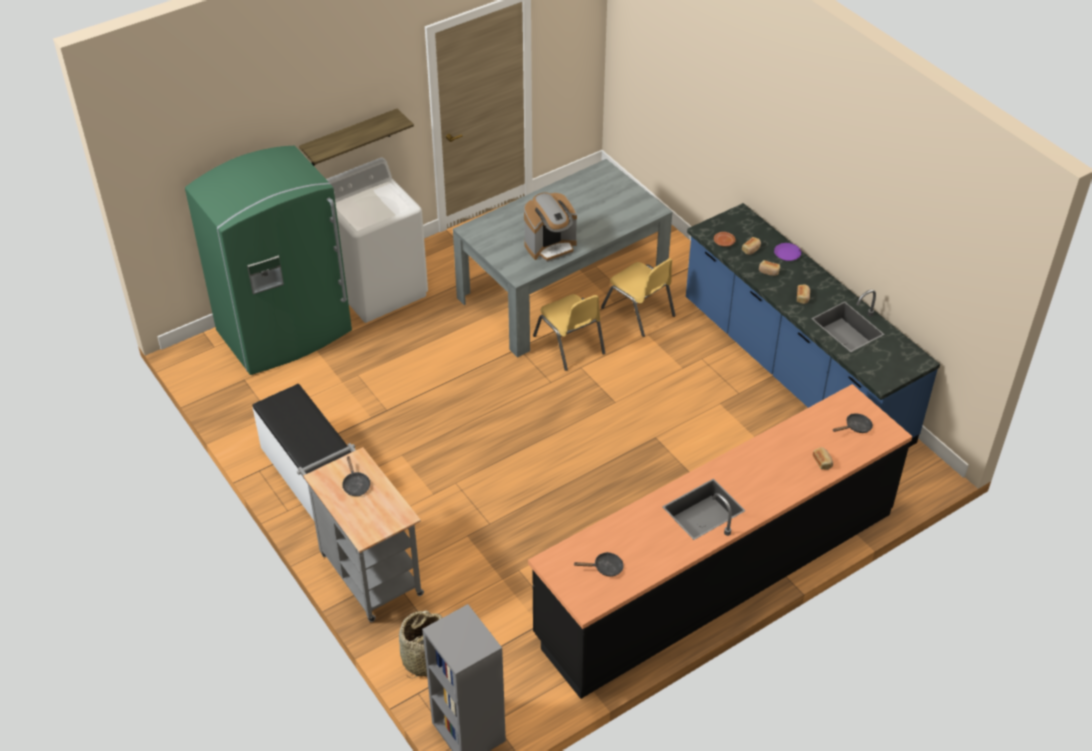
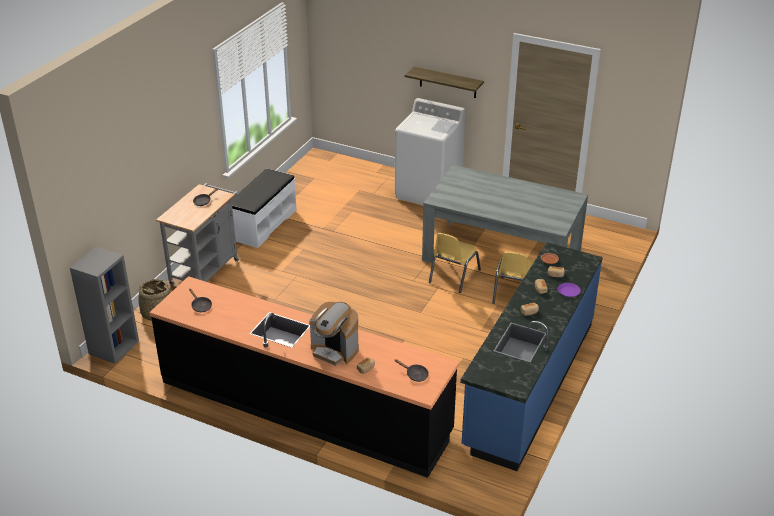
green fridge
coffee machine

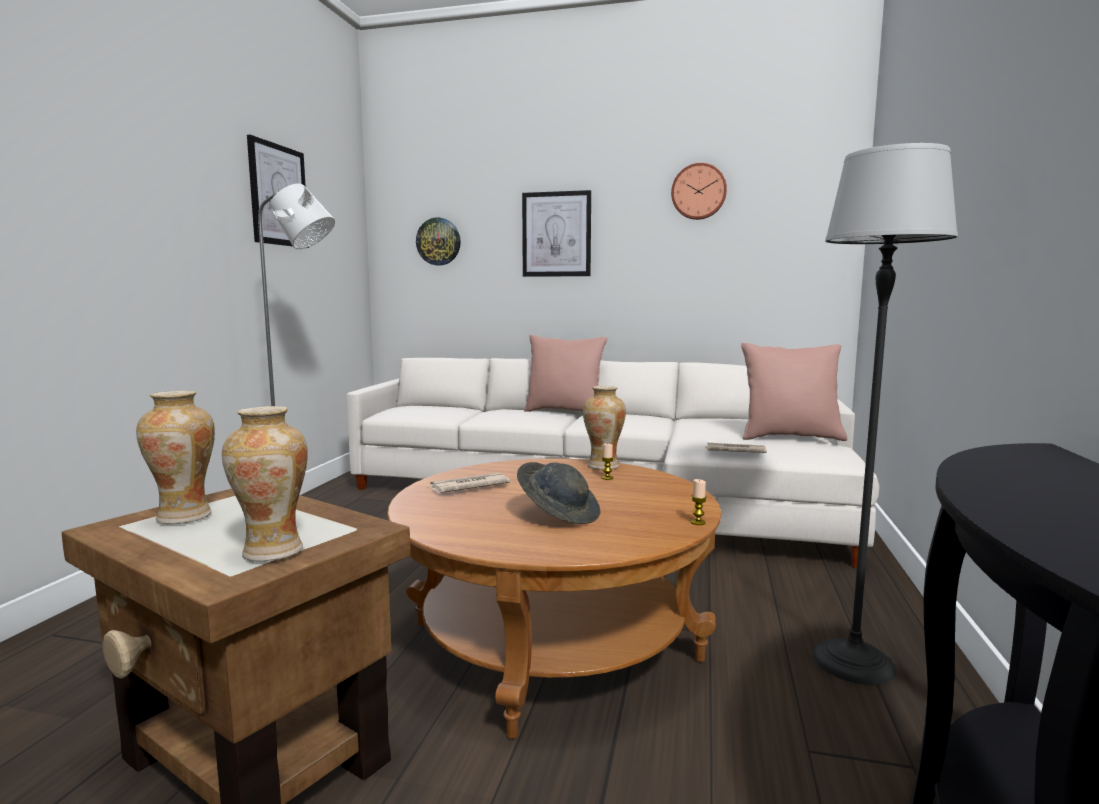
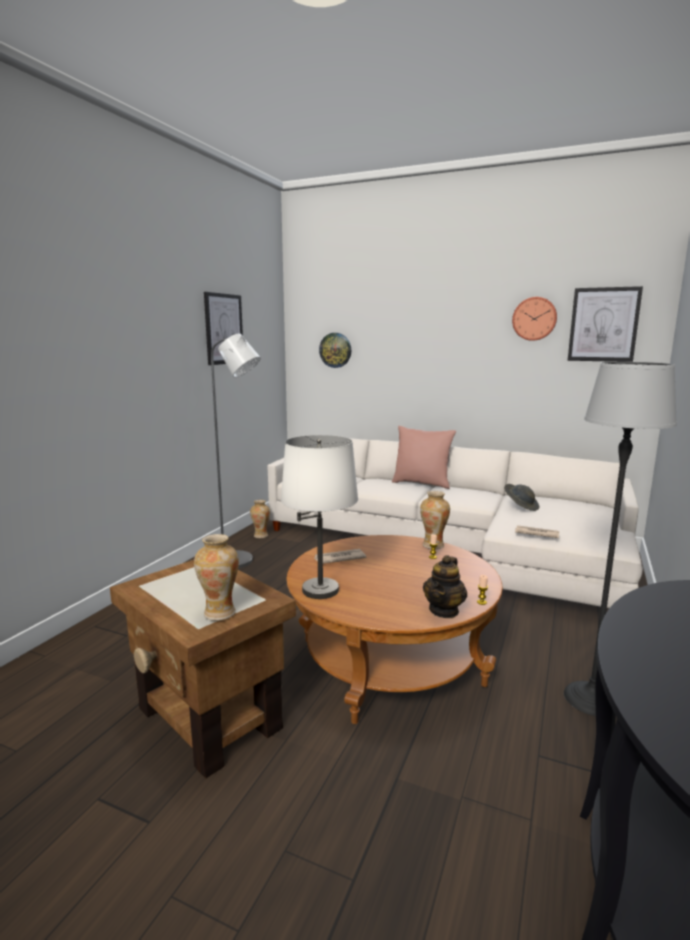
vase (2nd from left)
grey hat
picture (2nd from left)
pink pillow (2nd from left in the first image)
white table lamp
teapot

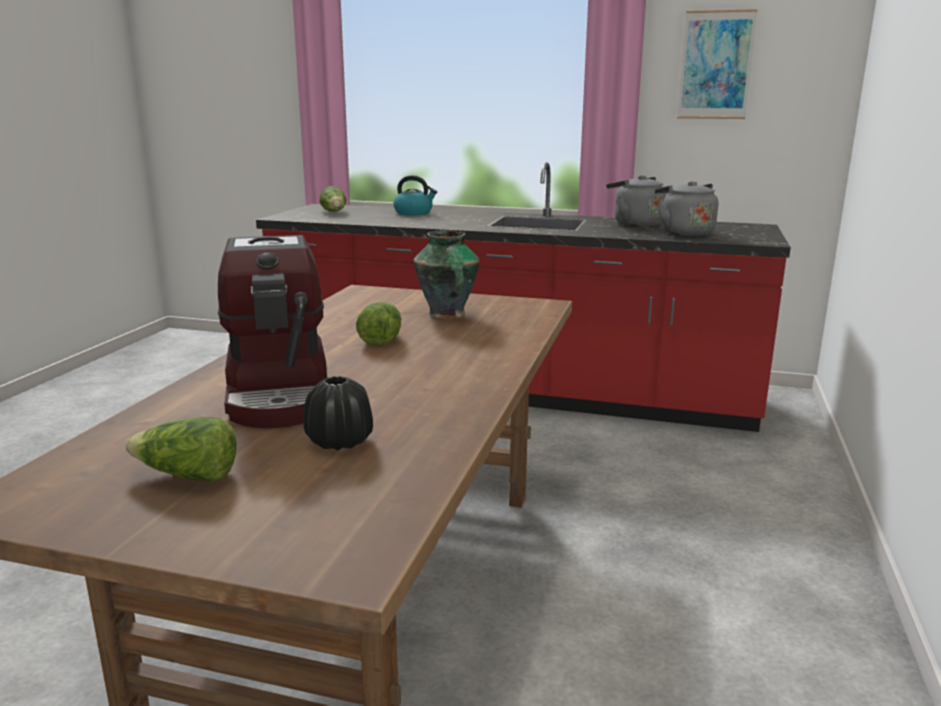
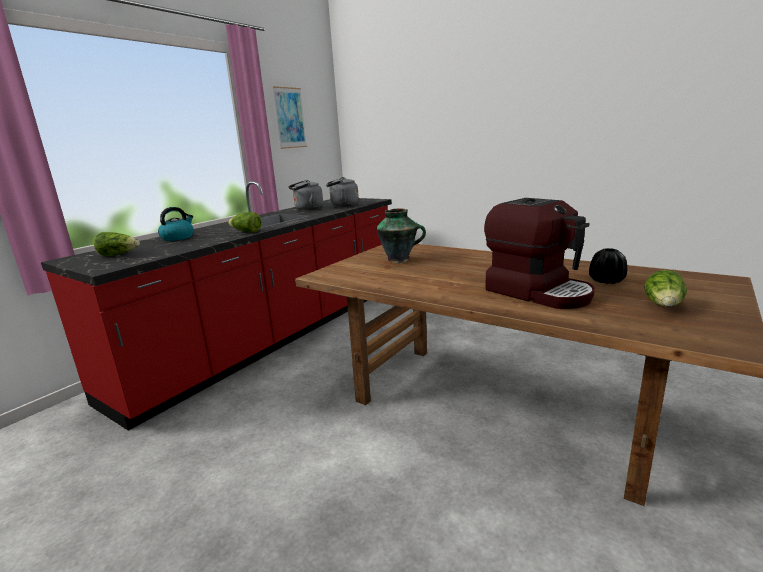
coffee machine
lettuce (2nd from left)

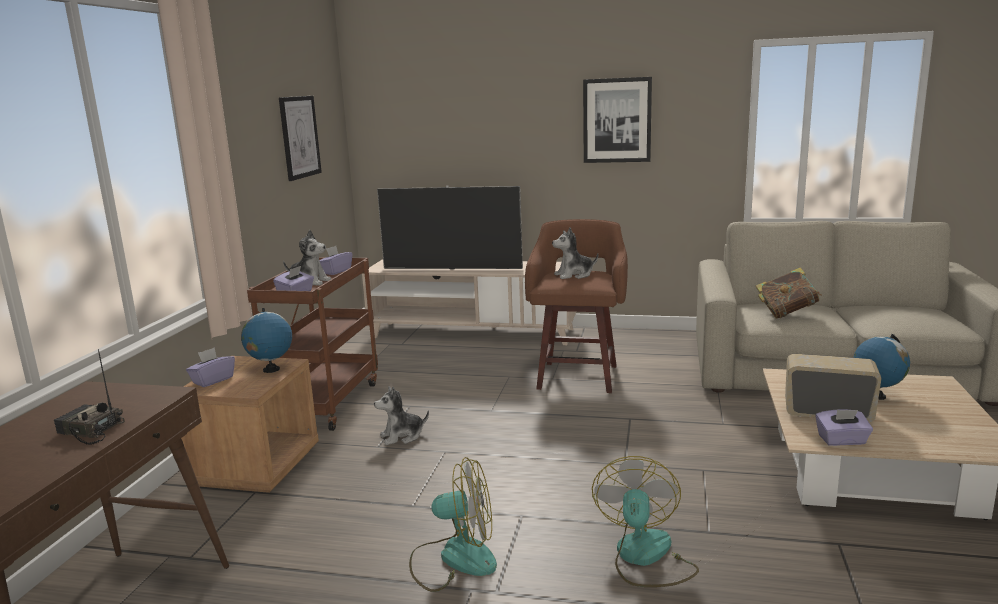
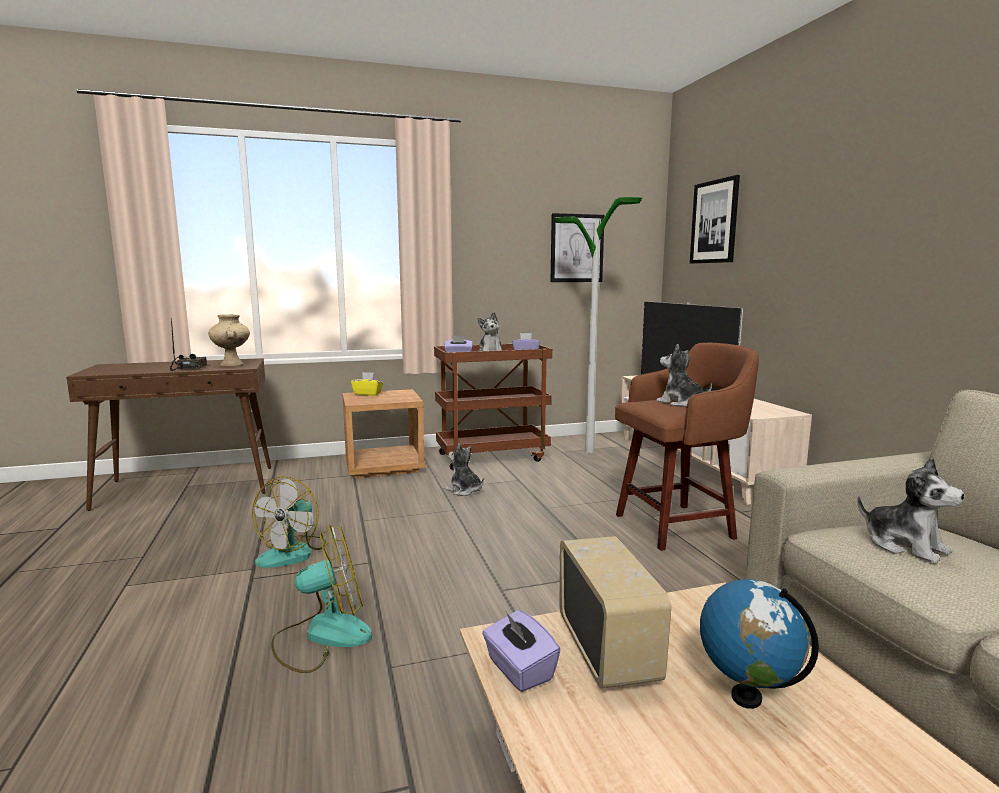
yellow tissue box
globe (1st from left in the first image)
fan (1st from left)
picture (2nd from left)
plush toy (4th from left)
beige vase
floor lamp

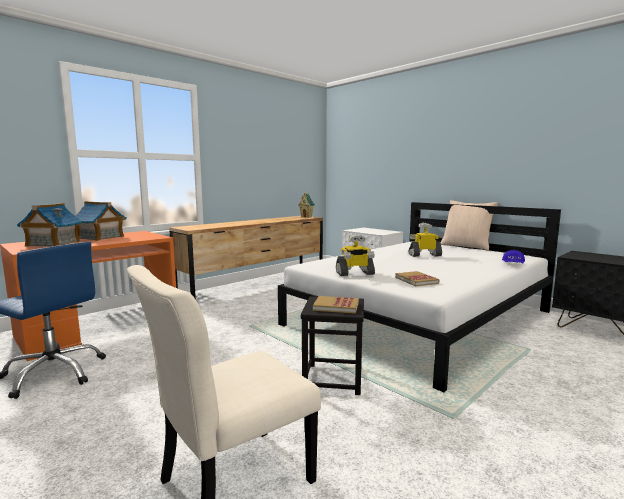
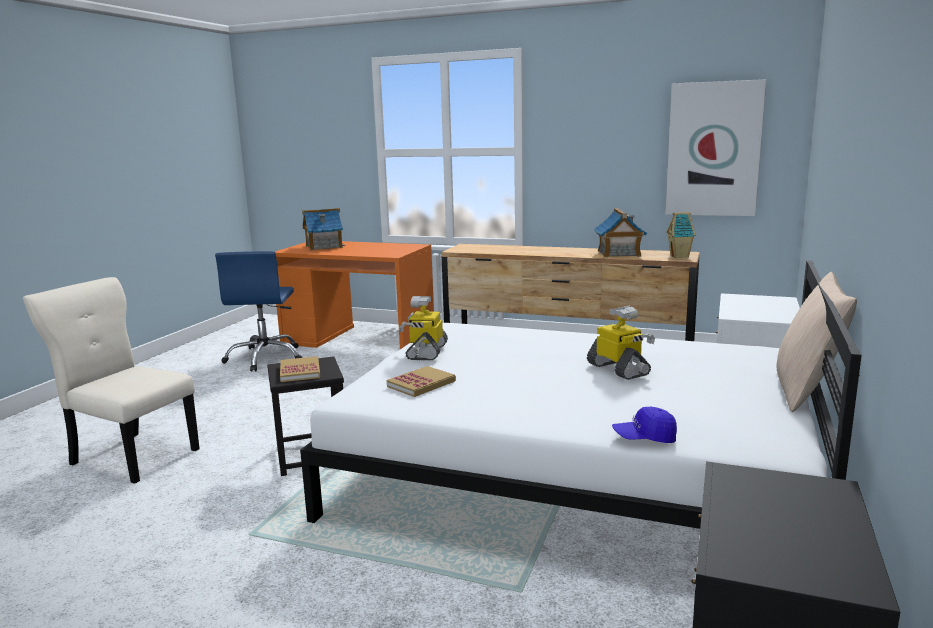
toy house (2nd from left)
toy robot (1st from left)
picture

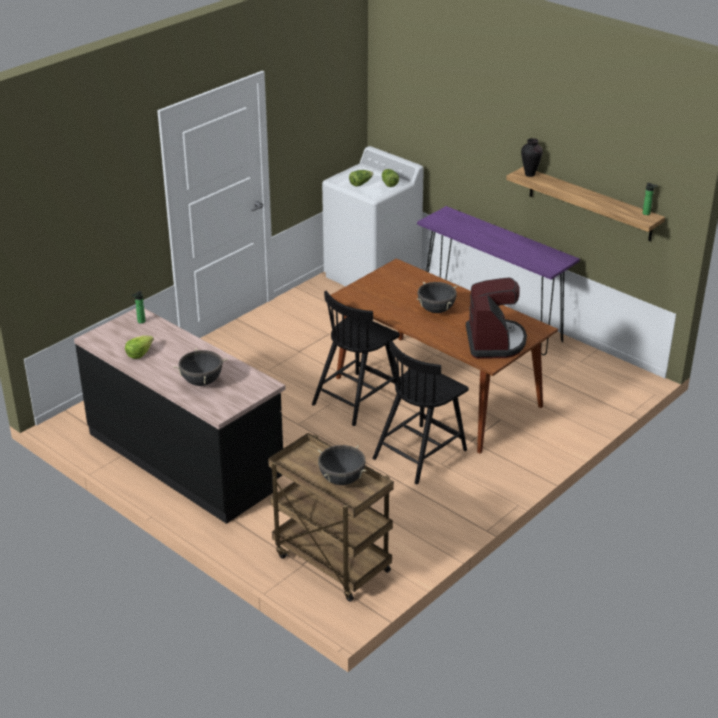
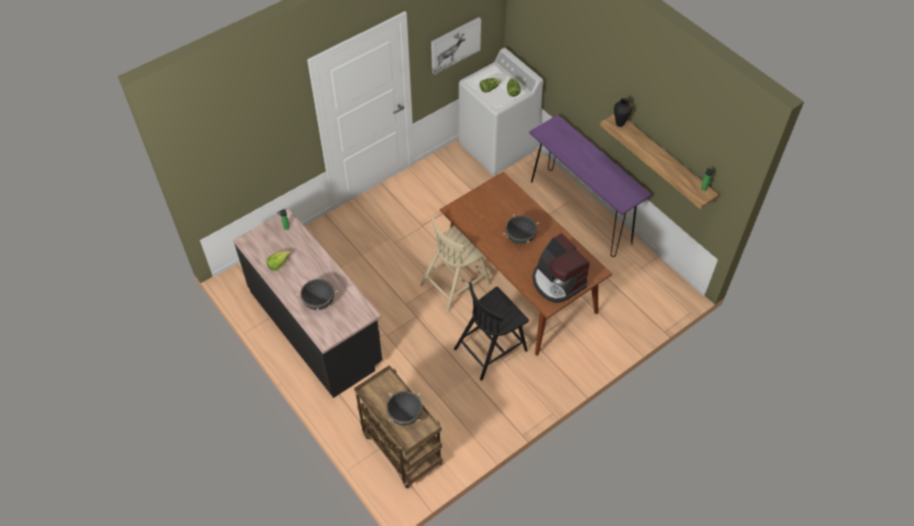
beige chair
coffee machine
picture

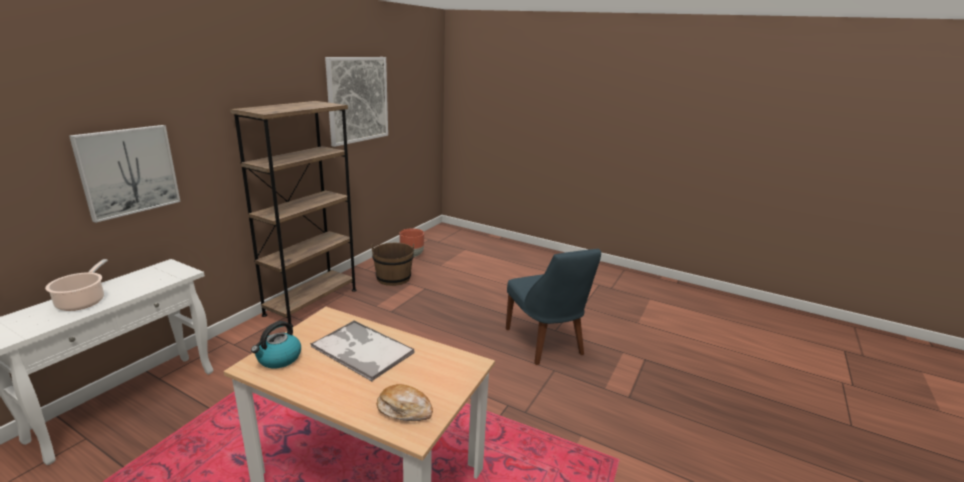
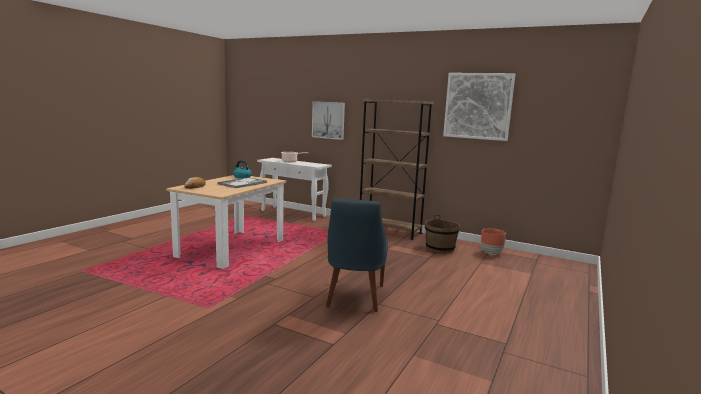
blue chair

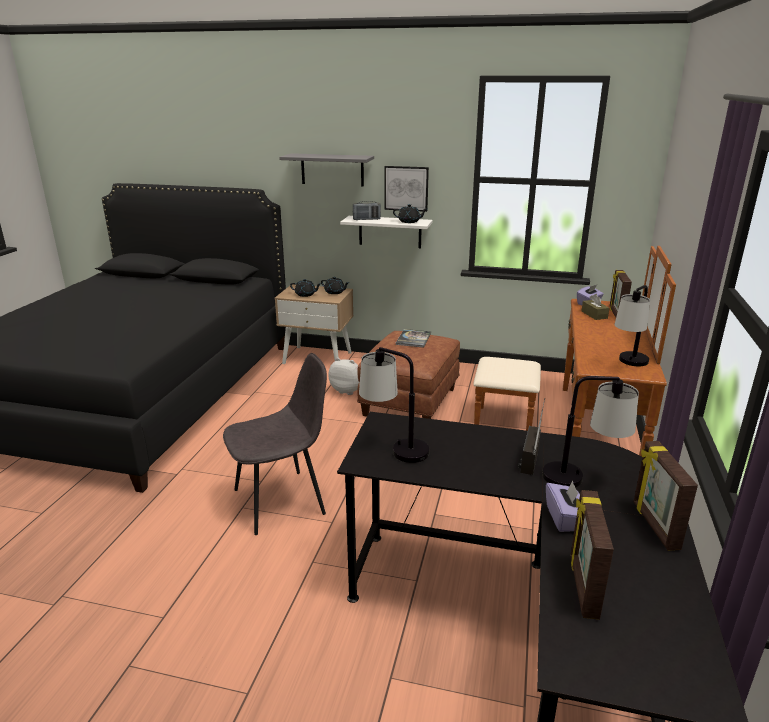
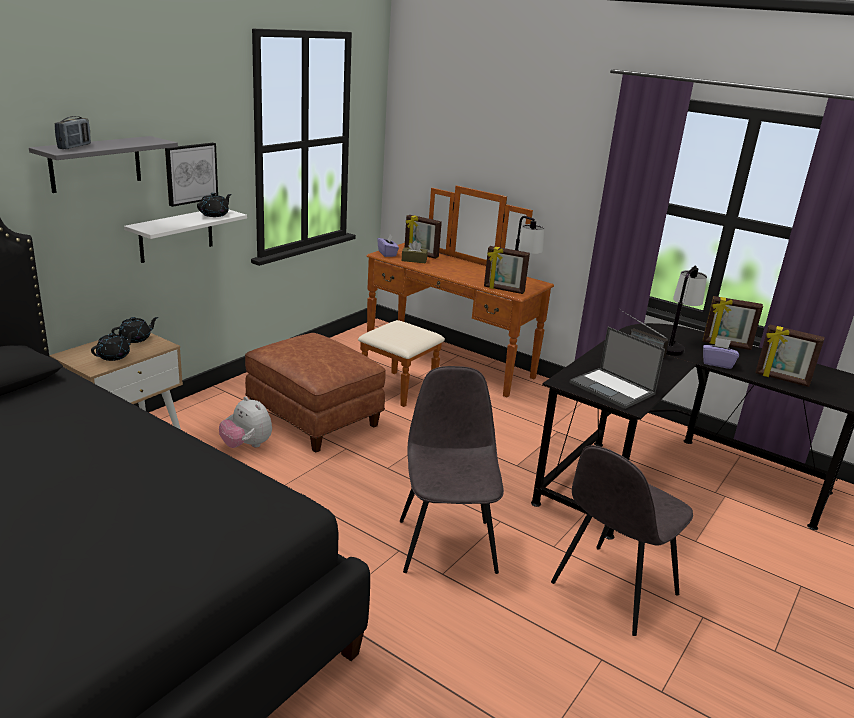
plush toy
radio (1st from left)
laptop
book
picture frame (2nd from left)
grey chair (2nd from left)

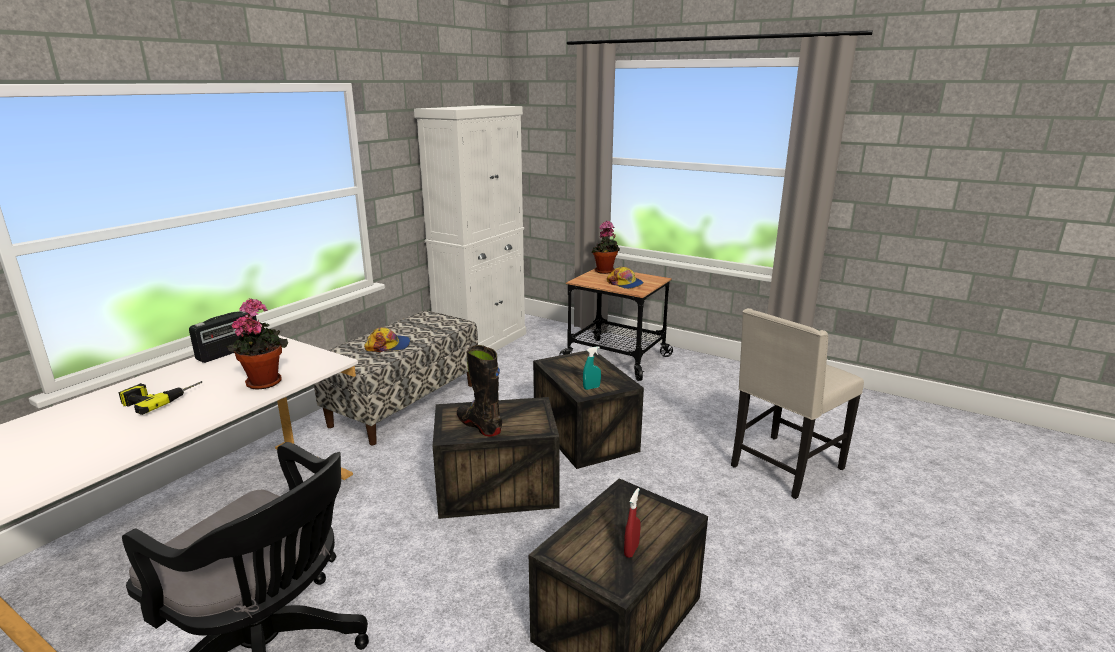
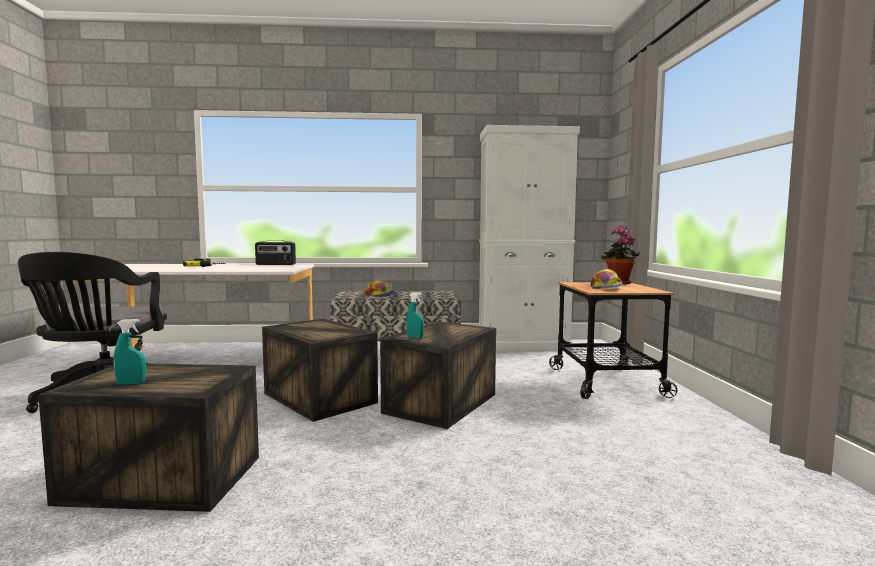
potted plant (1st from left in the first image)
black boot
turquoise spray bottle (1st from left)
beige chair

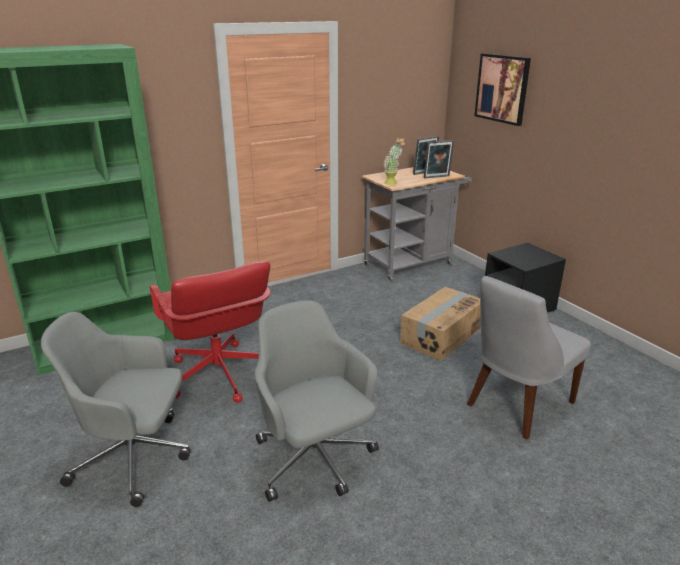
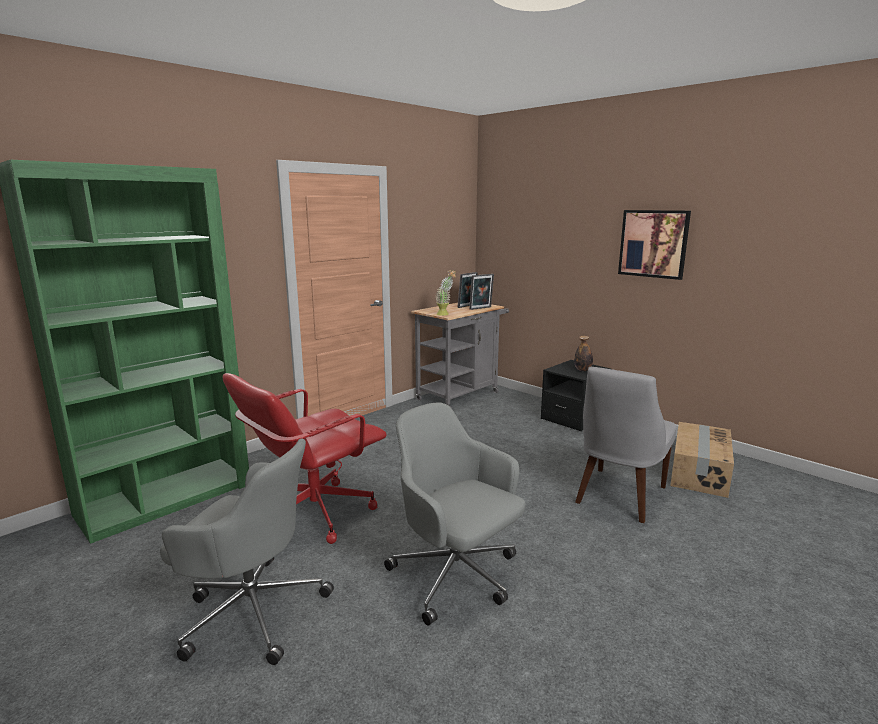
grey office chair (1st from left)
red office chair
cardboard box
picture
bottle

